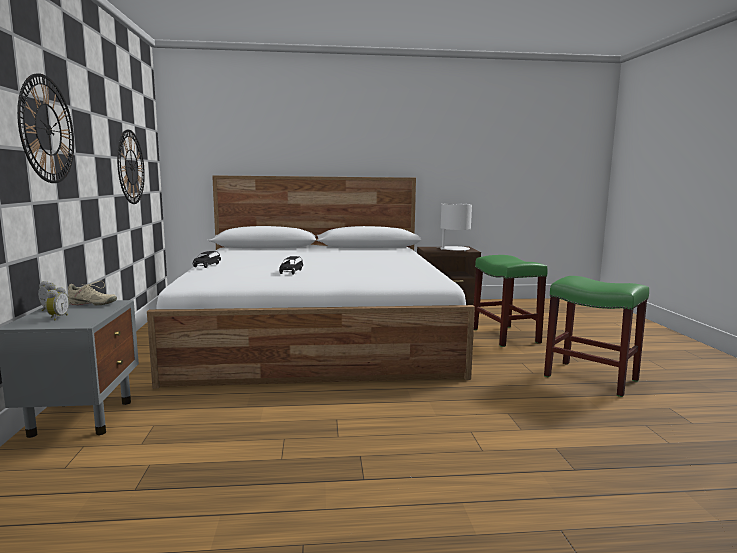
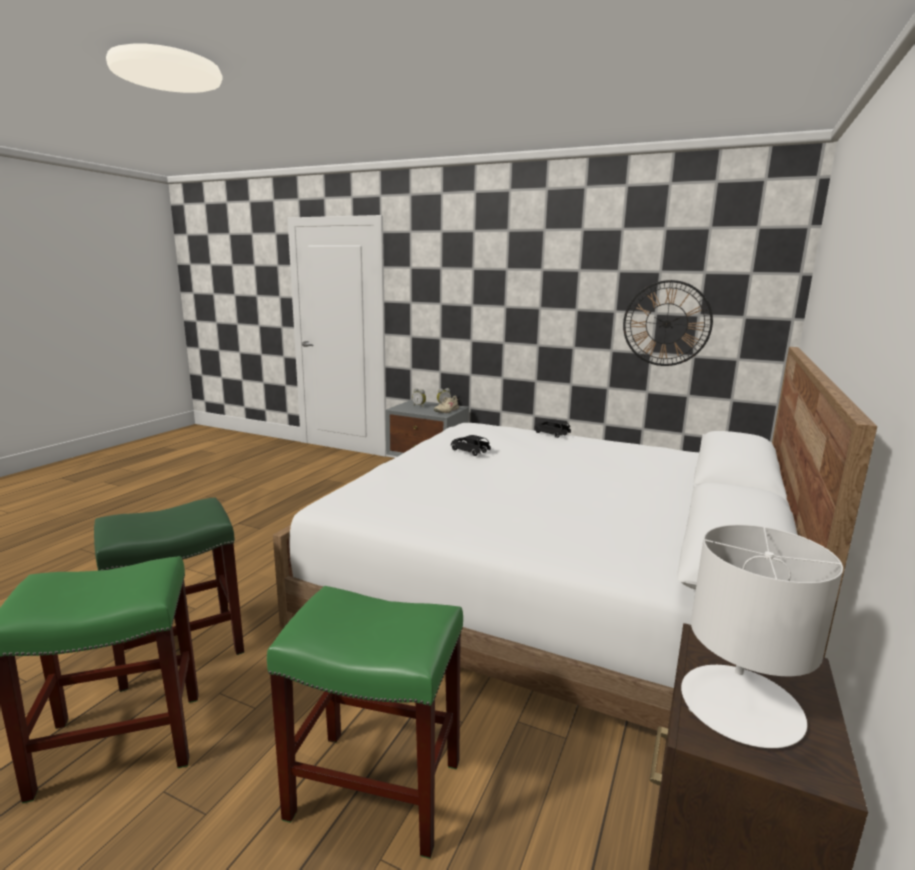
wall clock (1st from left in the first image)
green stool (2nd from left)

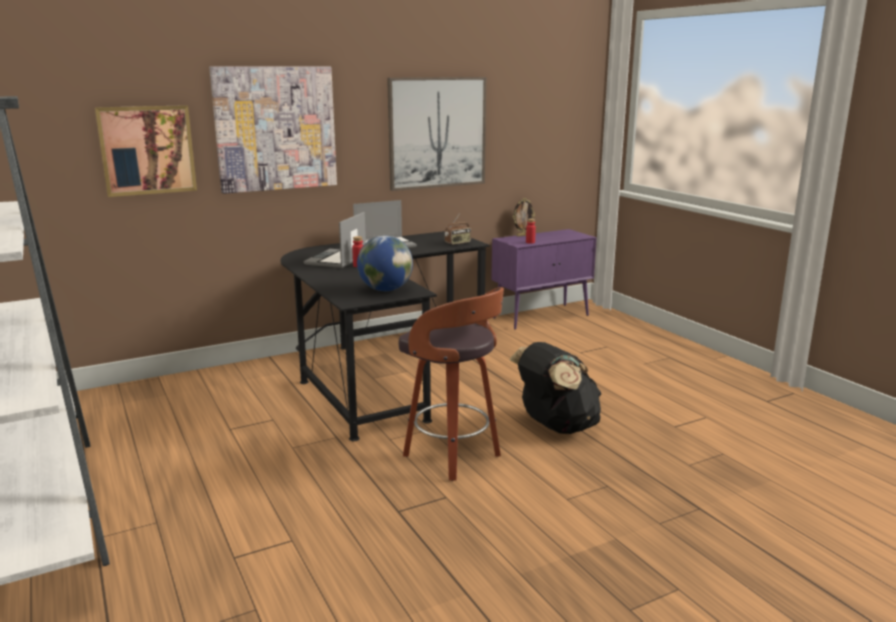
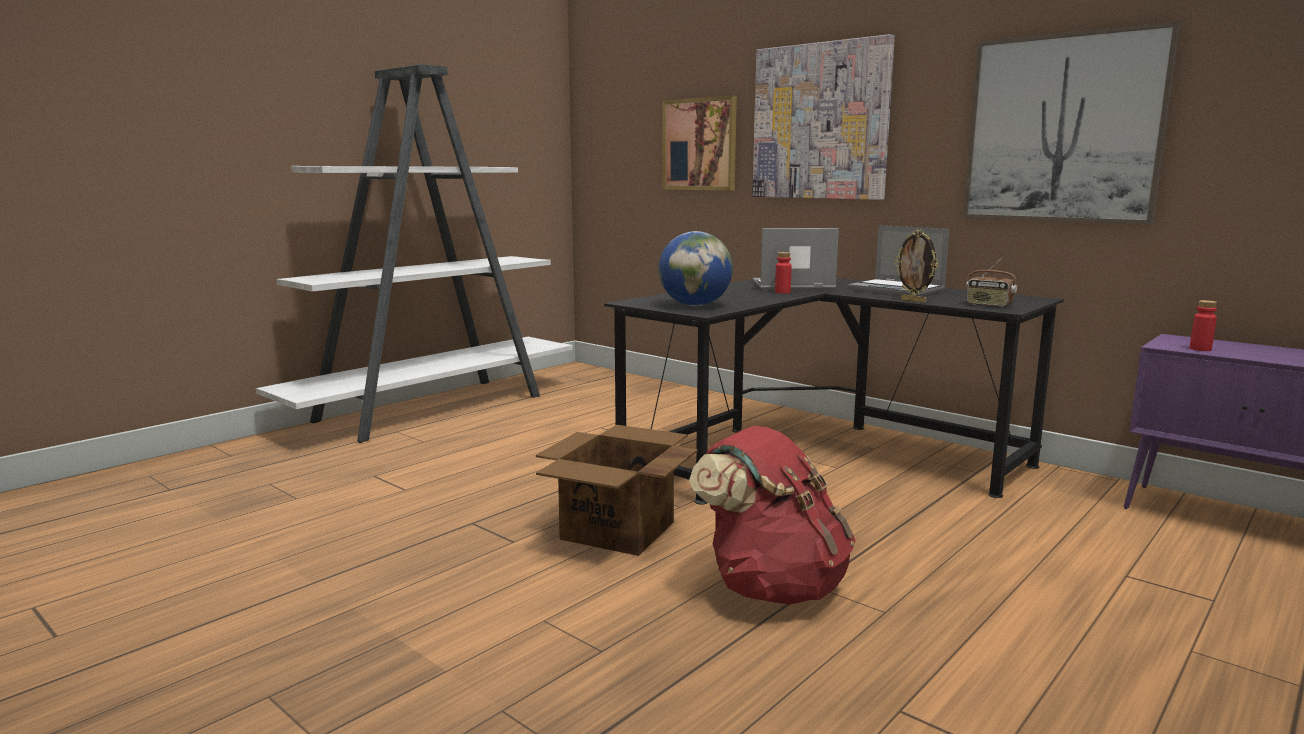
cardboard box
red backpack
picture frame

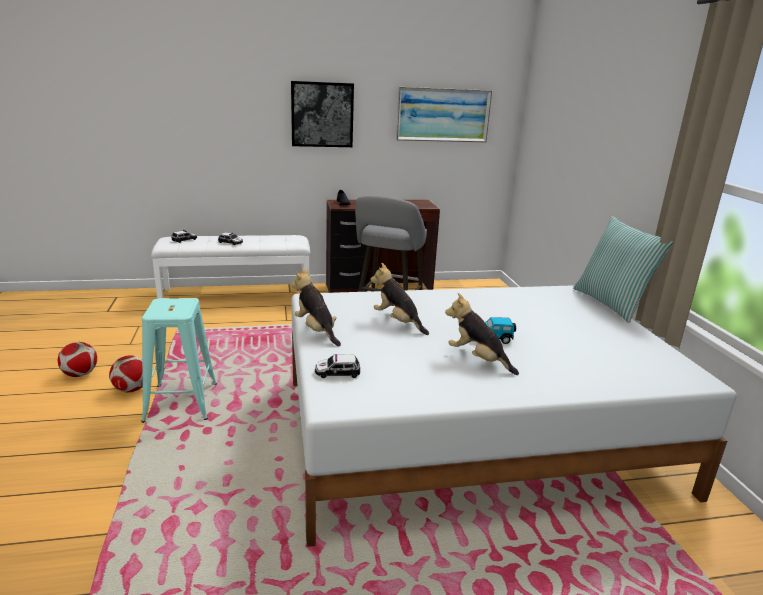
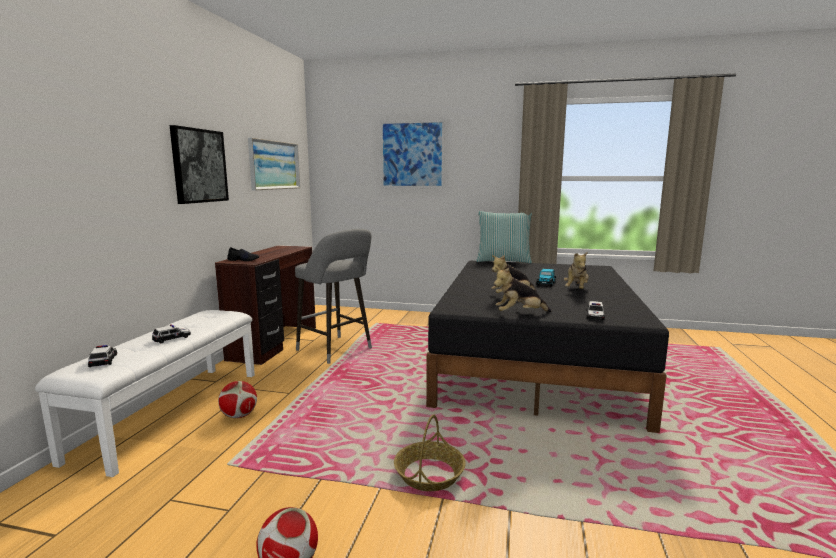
football (1st from left)
basket
black bed
plush toy (3rd from left)
picture (3rd from left)

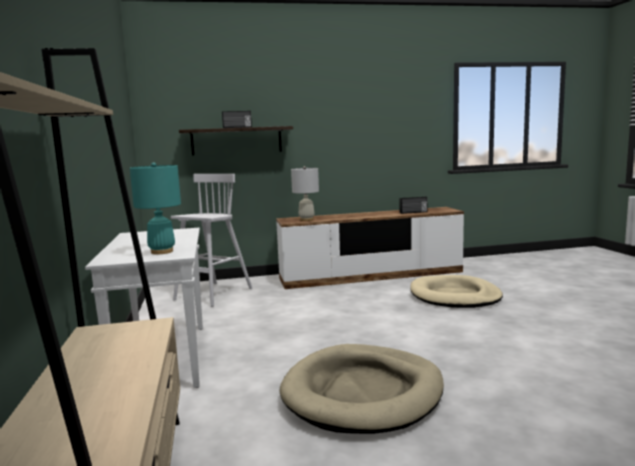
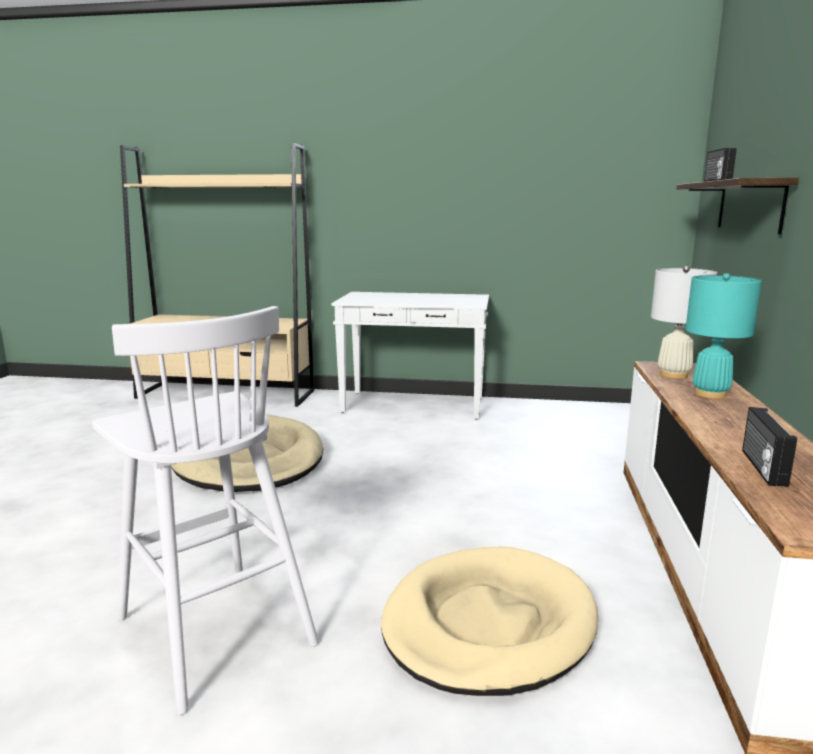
turquoise table lamp
white stool

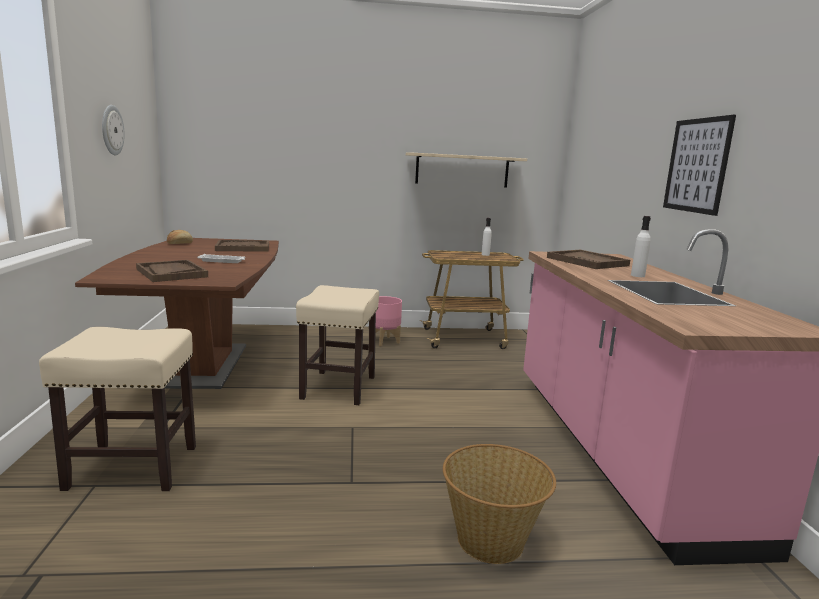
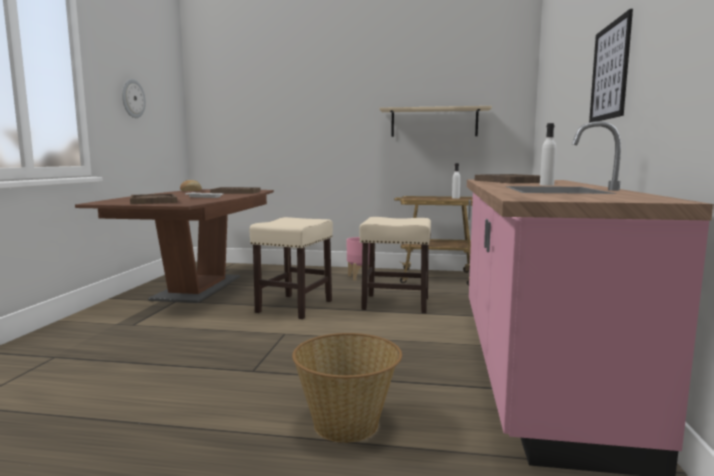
beige stool (2nd from left)

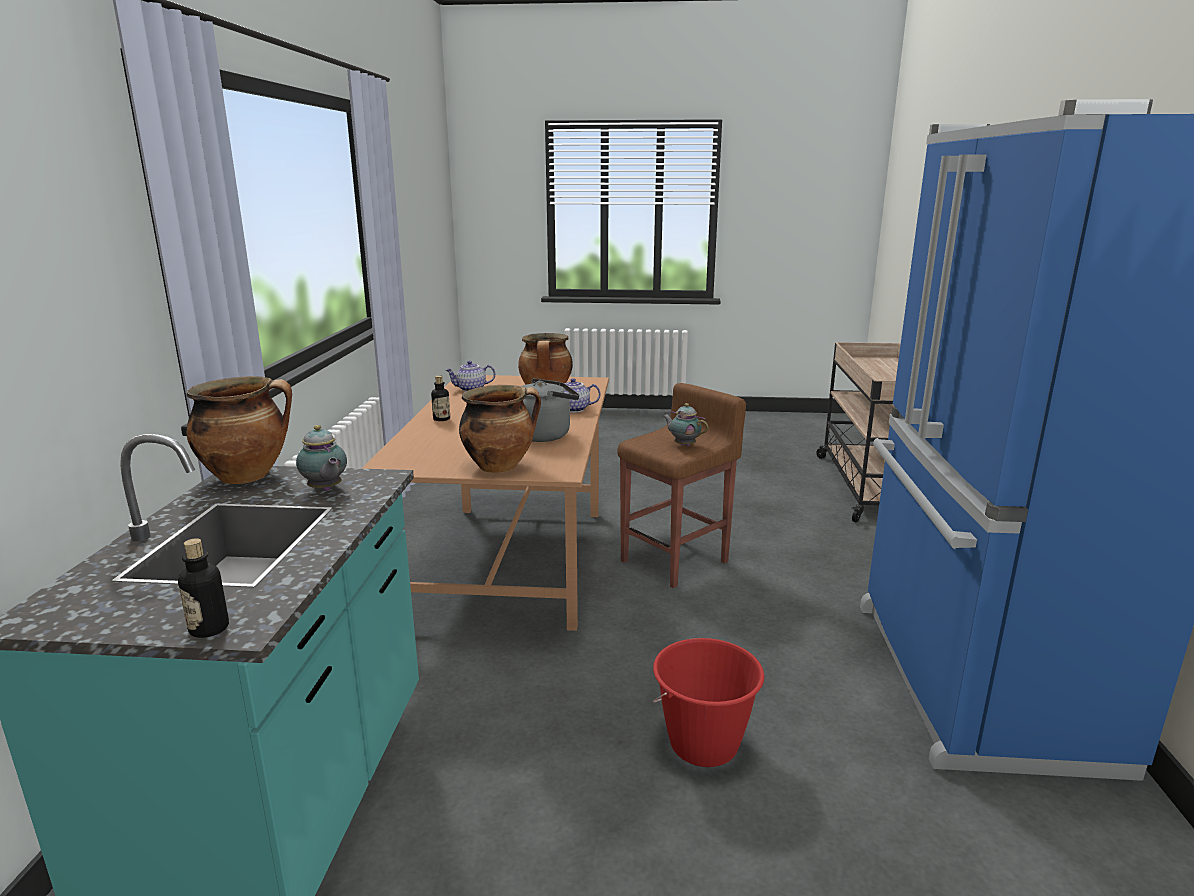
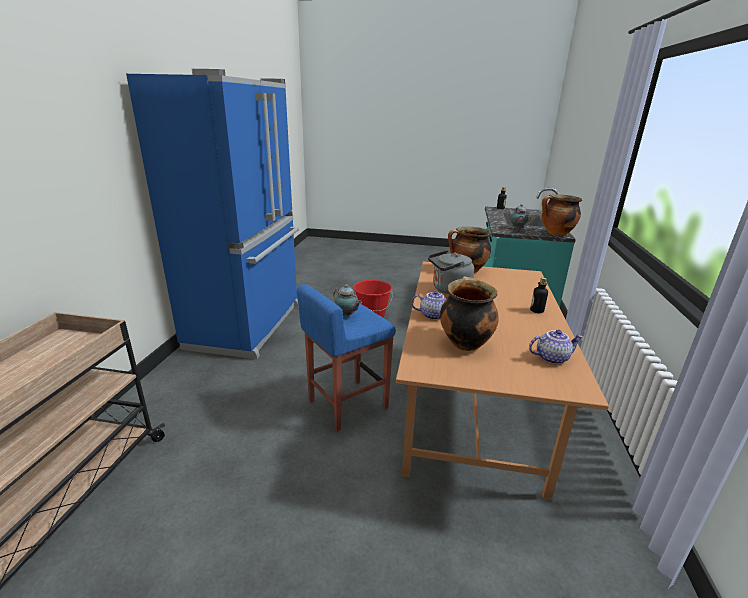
blue stool

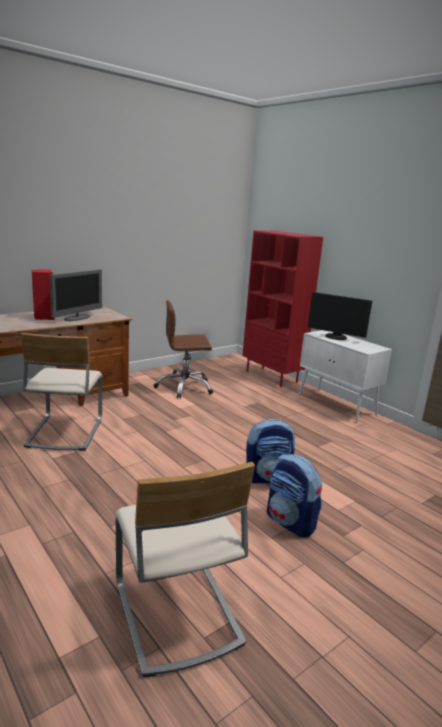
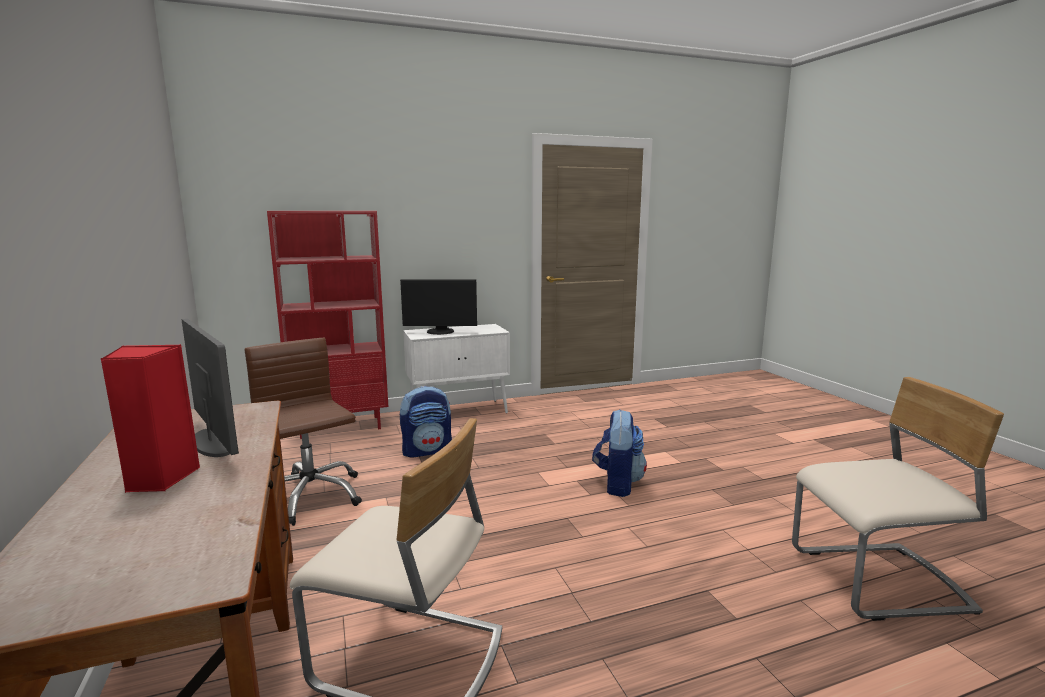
brown office chair
backpack (1st from left)
monitor (2nd from left)

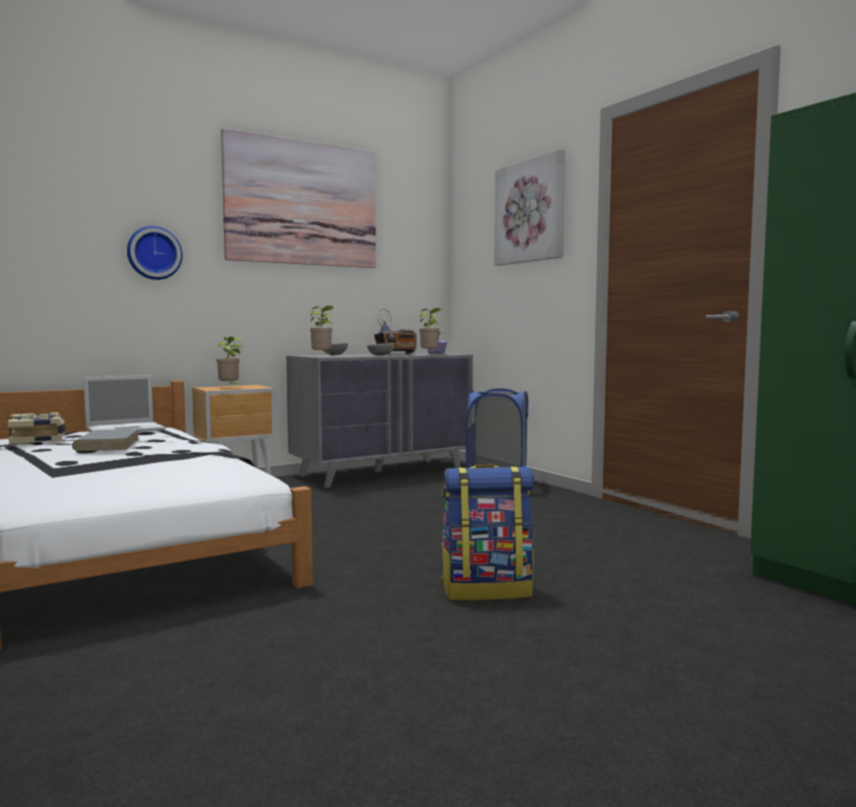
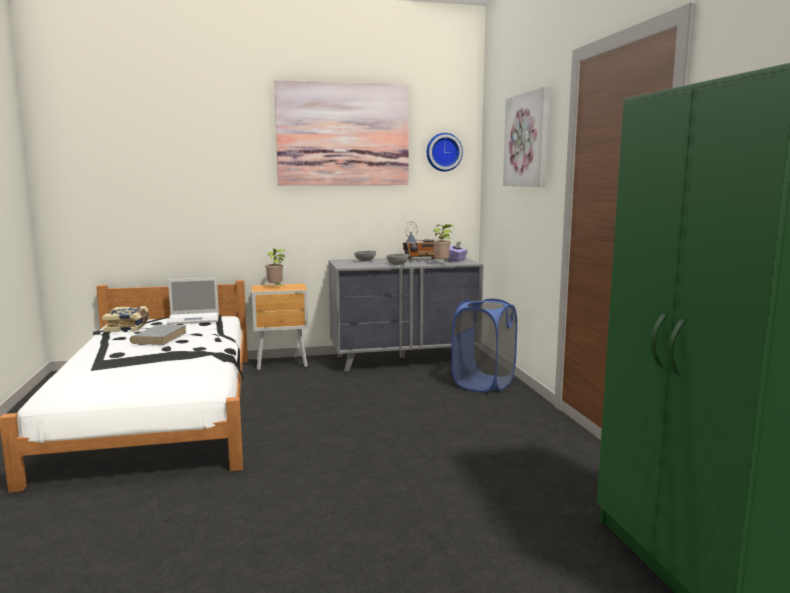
wall clock
potted plant (2nd from left in the first image)
backpack

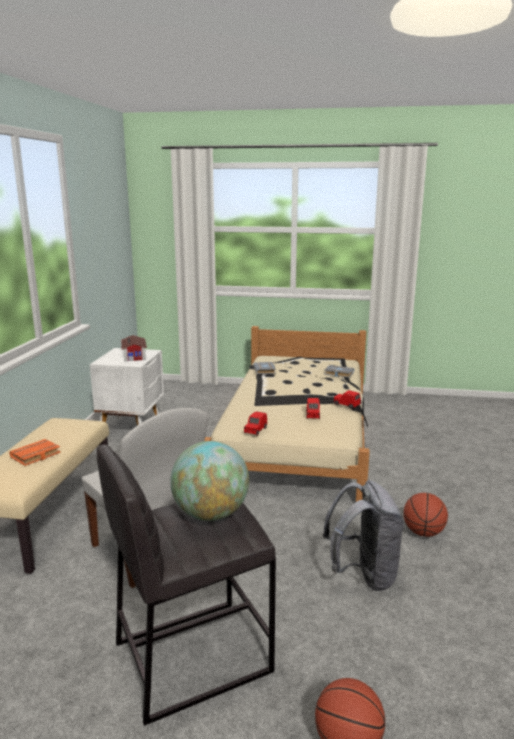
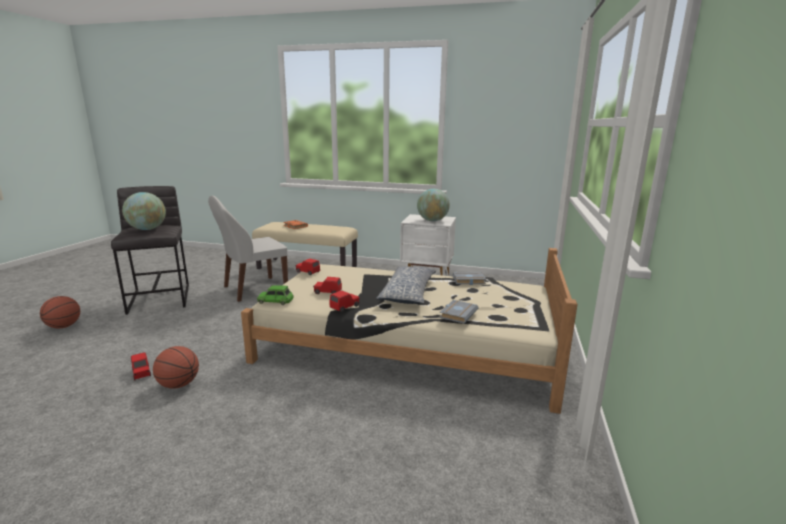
globe (2nd from left)
grey backpack
red toy car (1st from left)
green toy car
pillow

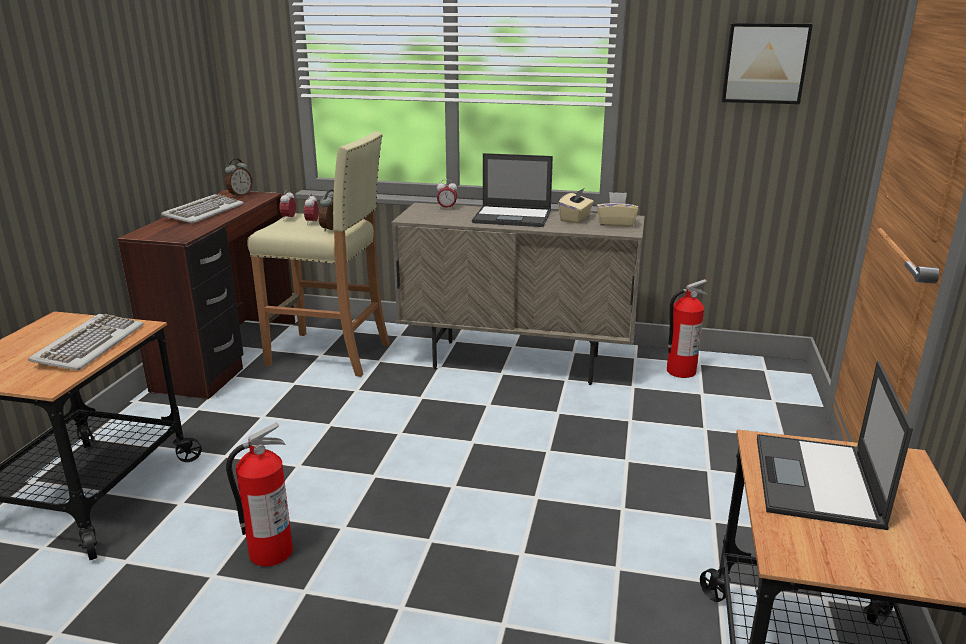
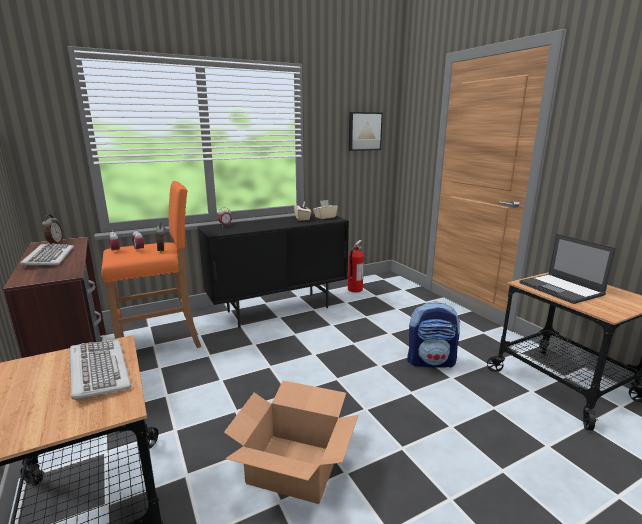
cardboard box
orange stool
black cabinet
laptop (1st from left in the first image)
backpack

